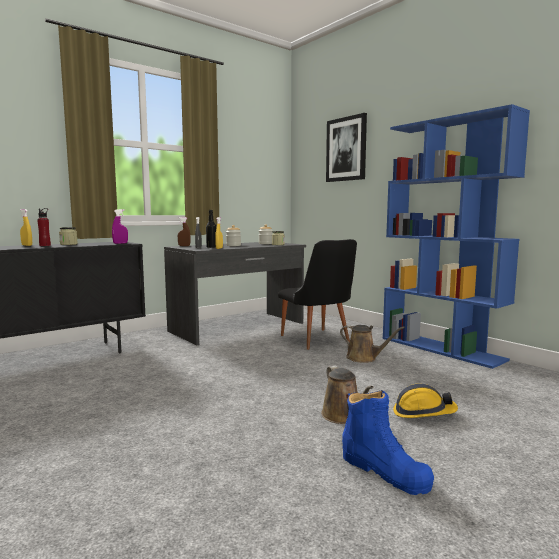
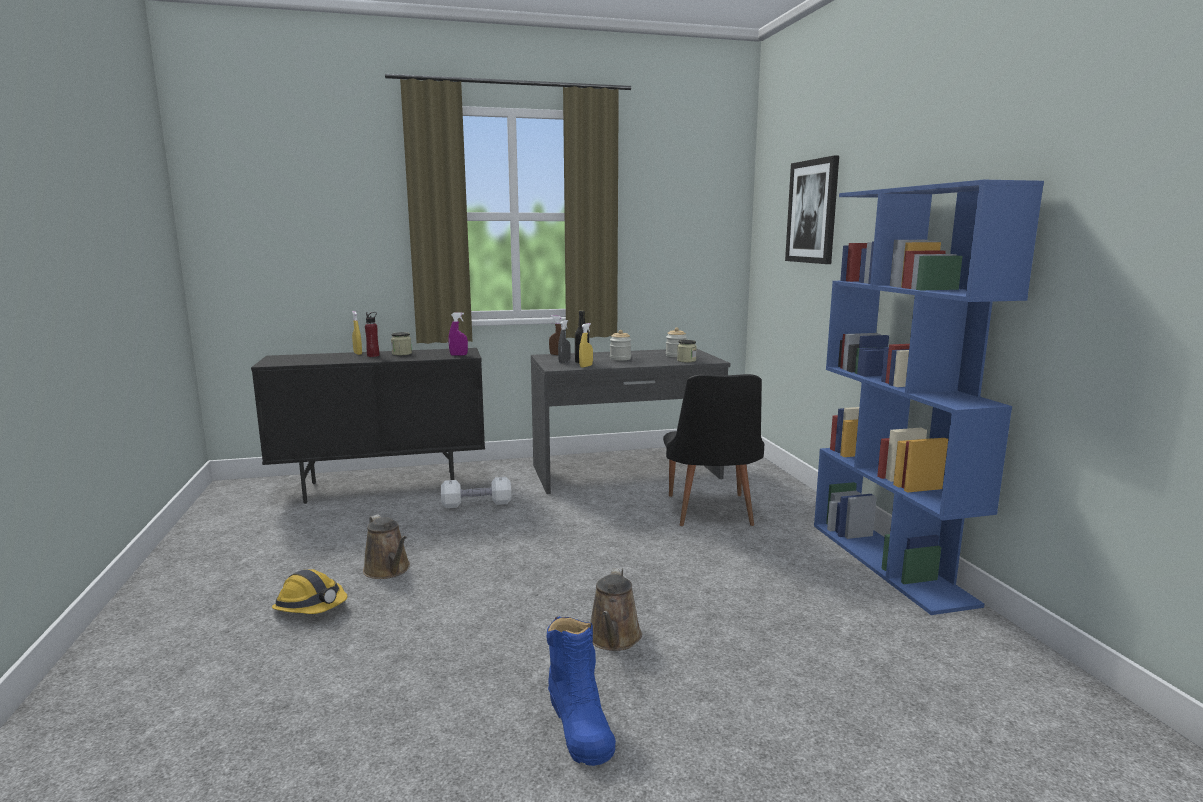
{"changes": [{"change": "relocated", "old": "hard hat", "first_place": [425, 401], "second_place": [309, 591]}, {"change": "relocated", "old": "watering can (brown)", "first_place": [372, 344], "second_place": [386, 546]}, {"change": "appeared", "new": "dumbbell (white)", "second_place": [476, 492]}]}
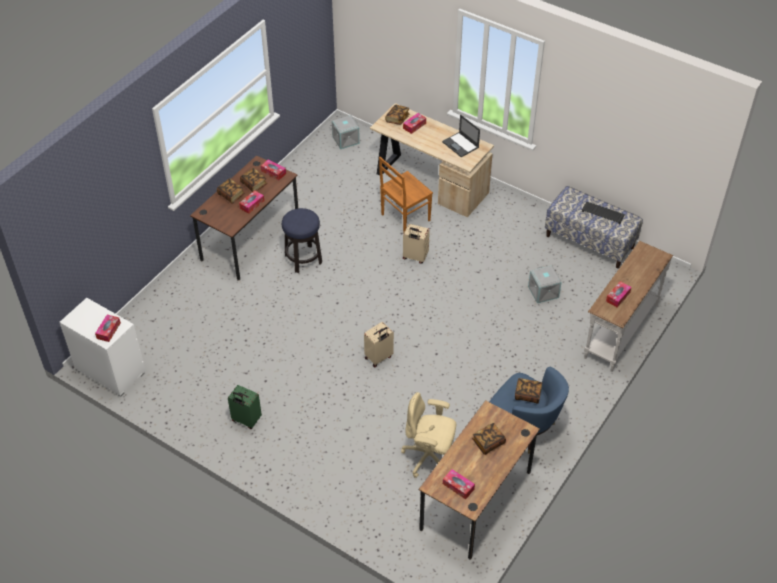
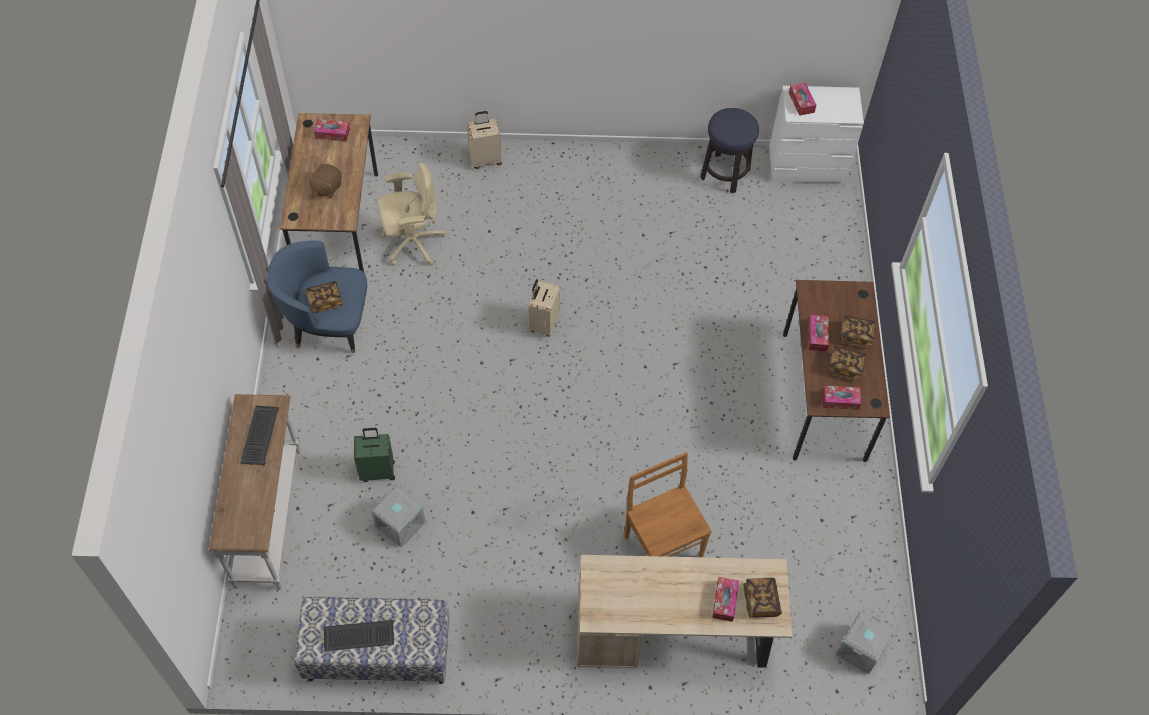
{"changes": [{"change": "exchanged", "old": "tissue box", "new": "keyboard", "first_place": [619, 294], "second_place": [259, 436]}, {"change": "exchanged", "old": "book", "new": "plush toy (brown)", "first_place": [489, 439], "second_place": [324, 181]}, {"change": "relocated", "old": "suitcase (green)", "first_place": [245, 407], "second_place": [374, 455]}, {"change": "relocated", "old": "suitcase (beige)", "first_place": [416, 244], "second_place": [484, 140]}, {"change": "spun", "old": "chair (brown)", "first_place": [406, 195], "second_place": [668, 504], "degrees": -45}, {"change": "relocated", "old": "stool", "first_place": [302, 240], "second_place": [729, 150]}, {"change": "missing", "old": "laptop", "first_place": [461, 136]}]}
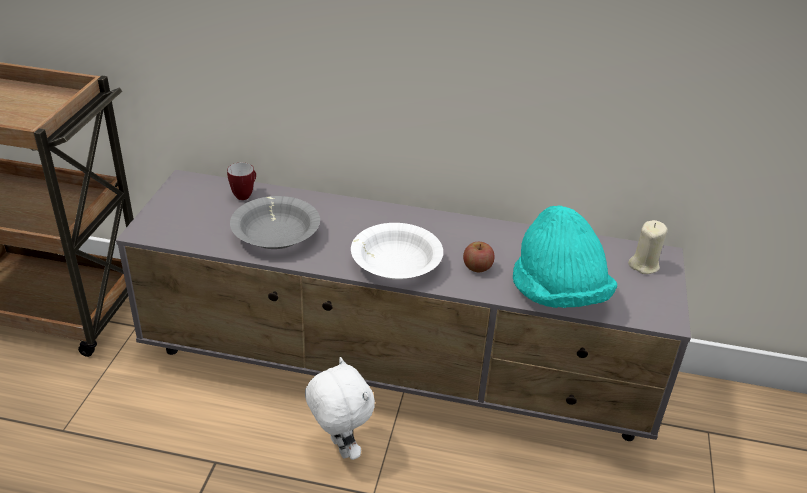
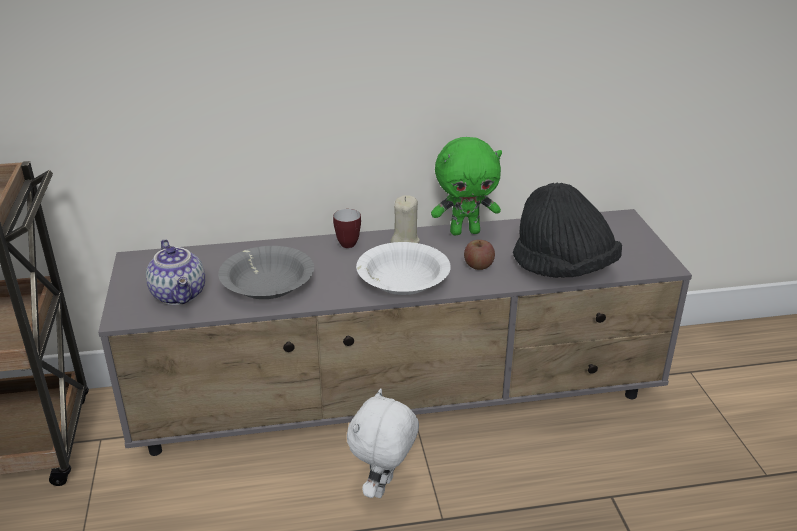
{"changes": [{"change": "appeared", "new": "teapot", "second_place": [175, 272]}, {"change": "relocated", "old": "mug", "first_place": [241, 181], "second_place": [347, 228]}, {"change": "spun", "old": "plush toy (white)", "first_place": [340, 408], "second_place": [383, 443], "degrees": -105}, {"change": "relocated", "old": "candle (beige)", "first_place": [647, 247], "second_place": [405, 219]}, {"change": "appeared", "new": "plush toy (green)", "second_place": [466, 186]}, {"change": "colour", "old": "hat (turquoise)", "new": "hat (black)", "first_place": [565, 256], "second_place": [567, 230]}]}
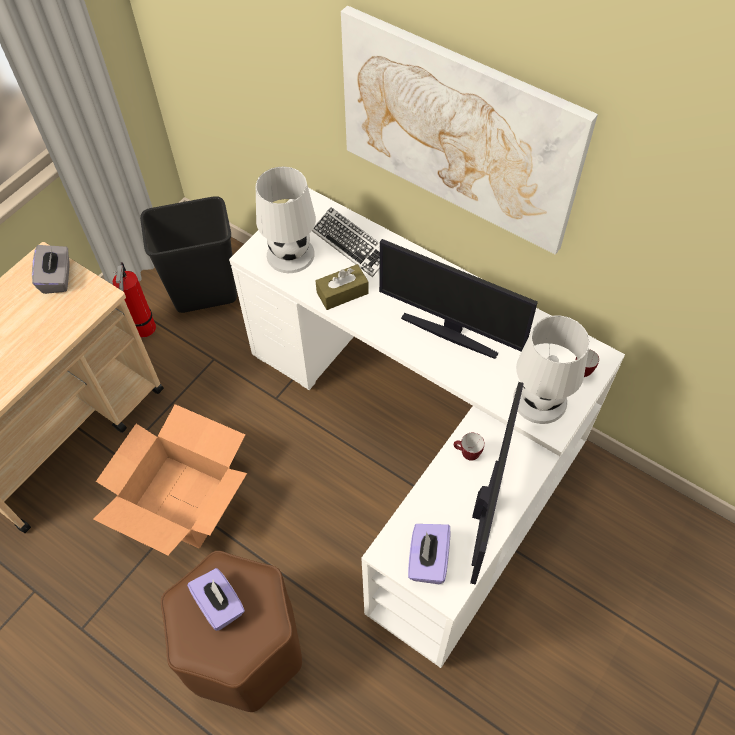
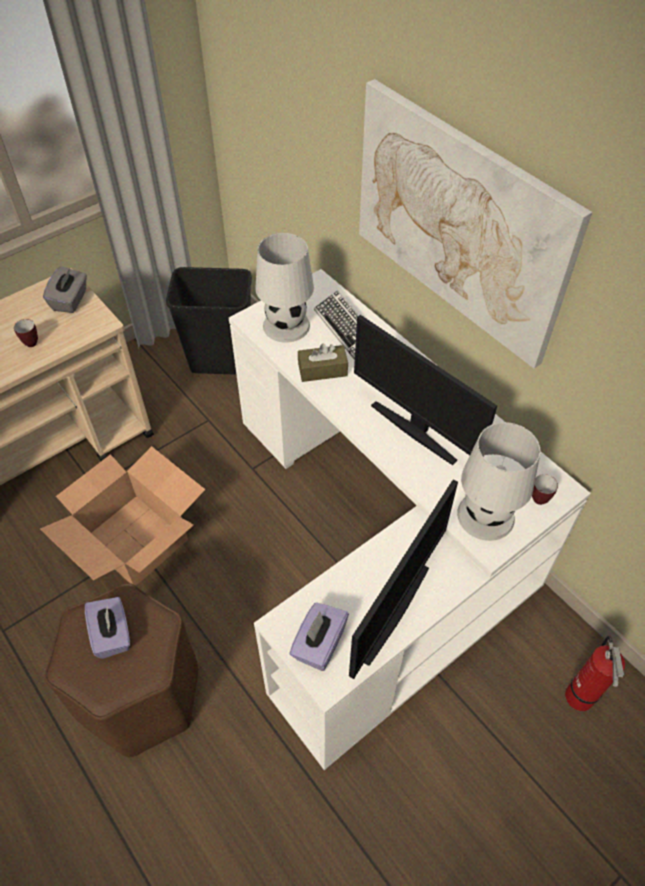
{"changes": [{"change": "relocated", "old": "mug", "first_place": [469, 447], "second_place": [26, 333]}, {"change": "relocated", "old": "fire extinguisher", "first_place": [134, 299], "second_place": [595, 673]}]}
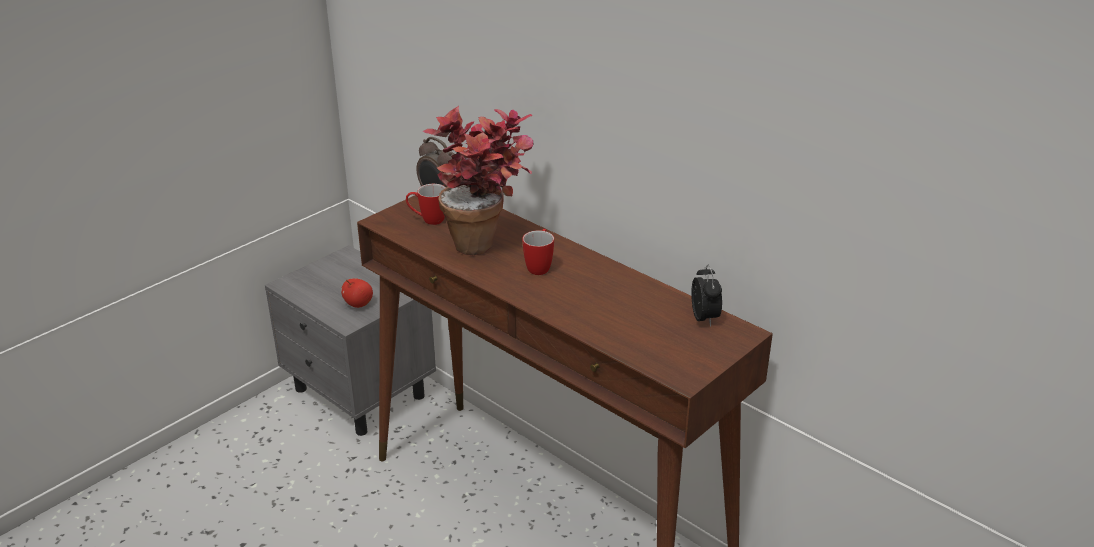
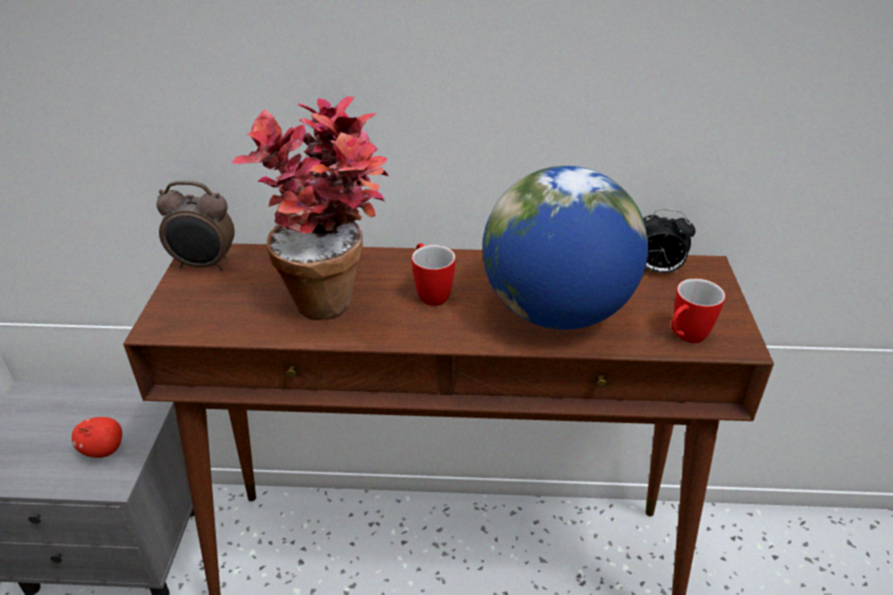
{"changes": [{"change": "appeared", "new": "globe", "second_place": [565, 248]}, {"change": "spun", "old": "alarm clock", "first_place": [706, 295], "second_place": [669, 241], "degrees": 150}, {"change": "relocated", "old": "mug", "first_place": [426, 204], "second_place": [698, 311]}]}
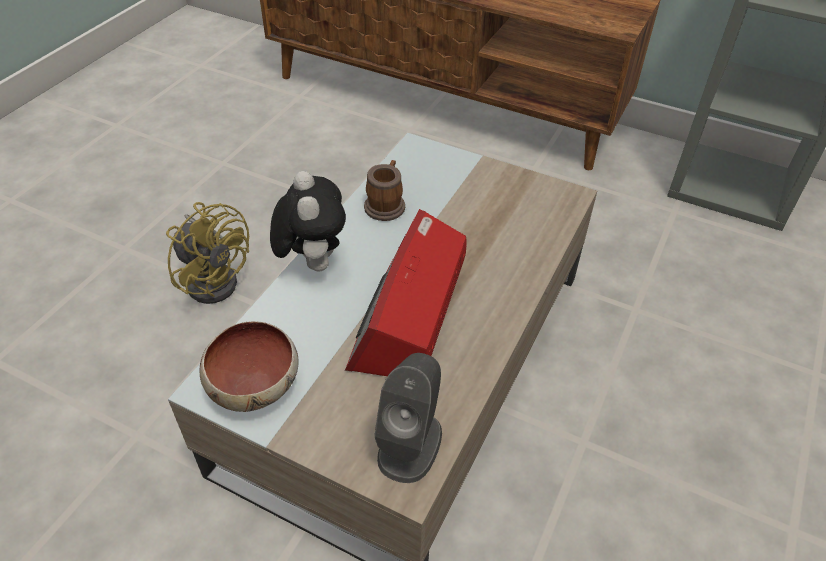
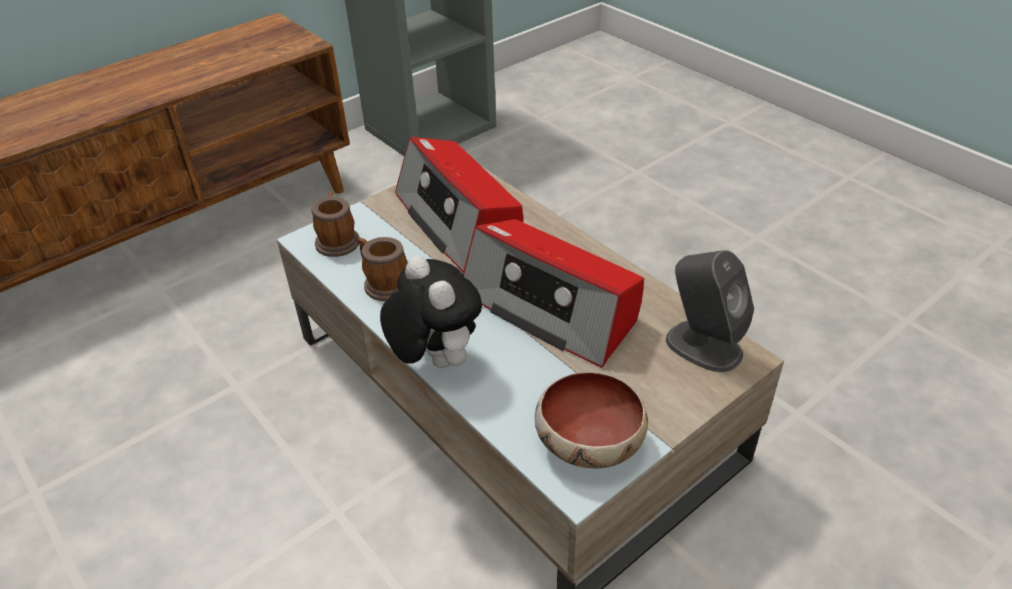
{"changes": [{"change": "appeared", "new": "mug", "second_place": [336, 224]}, {"change": "spun", "old": "plush toy", "first_place": [308, 221], "second_place": [431, 312], "degrees": 45}, {"change": "appeared", "new": "radio", "second_place": [459, 205]}, {"change": "missing", "old": "fan (yellow)", "first_place": [207, 253]}]}
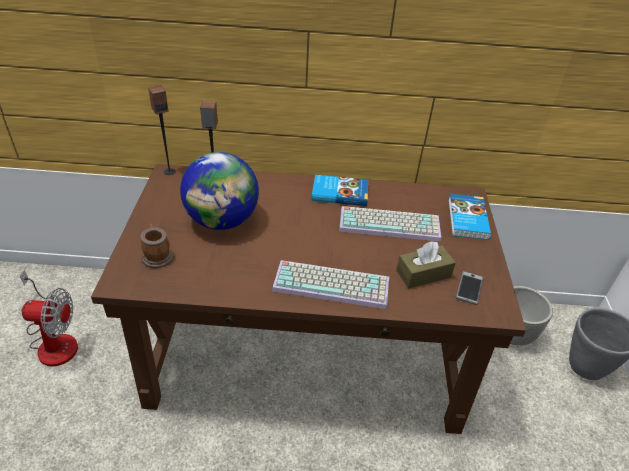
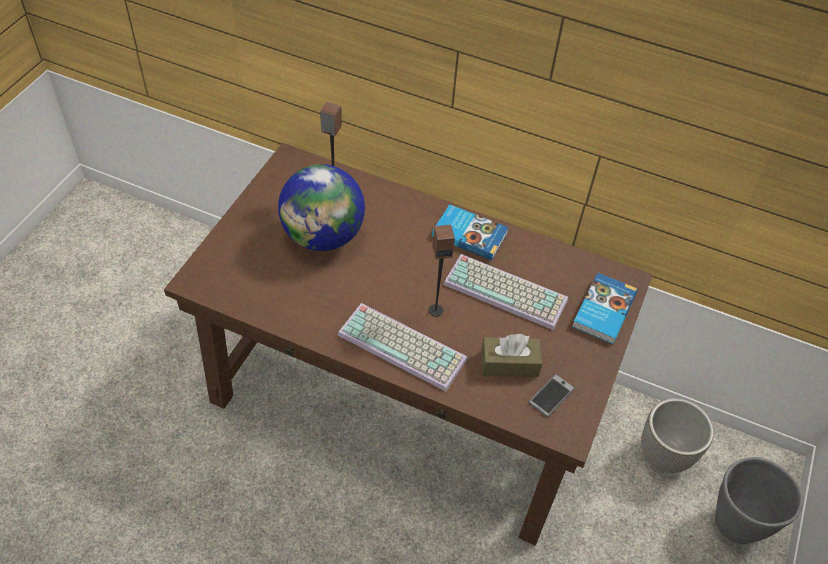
{"changes": [{"change": "relocated", "old": "speaker", "first_place": [162, 130], "second_place": [441, 271]}, {"change": "missing", "old": "fan", "first_place": [49, 318]}, {"change": "missing", "old": "mug", "first_place": [156, 246]}]}
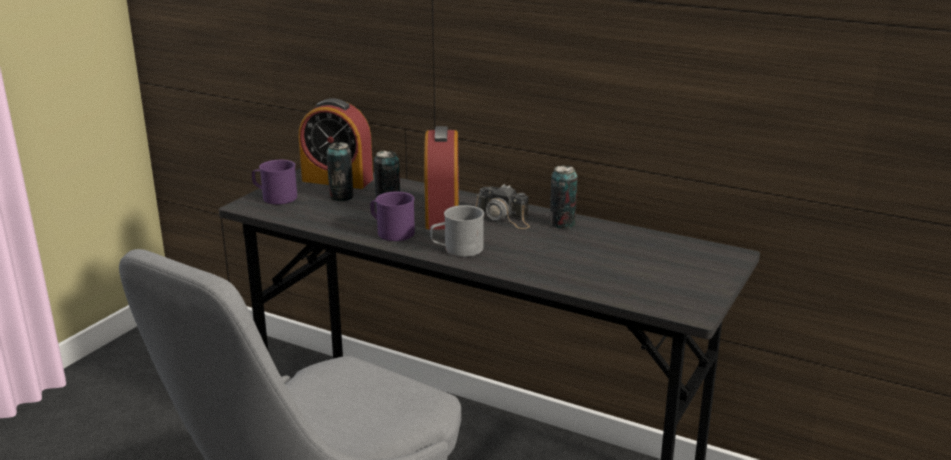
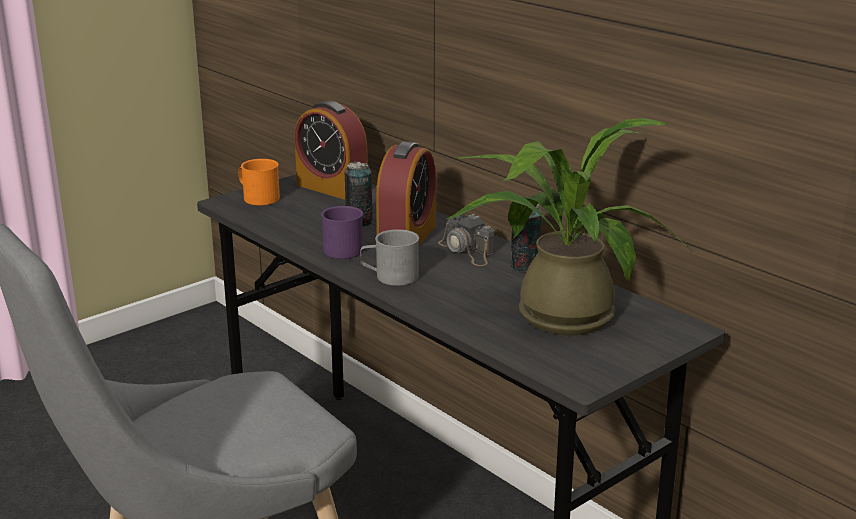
{"changes": [{"change": "colour", "old": "mug (purple)", "new": "mug (orange)", "first_place": [274, 182], "second_place": [259, 182]}, {"change": "appeared", "new": "potted plant", "second_place": [566, 226]}, {"change": "missing", "old": "can", "first_place": [340, 171]}]}
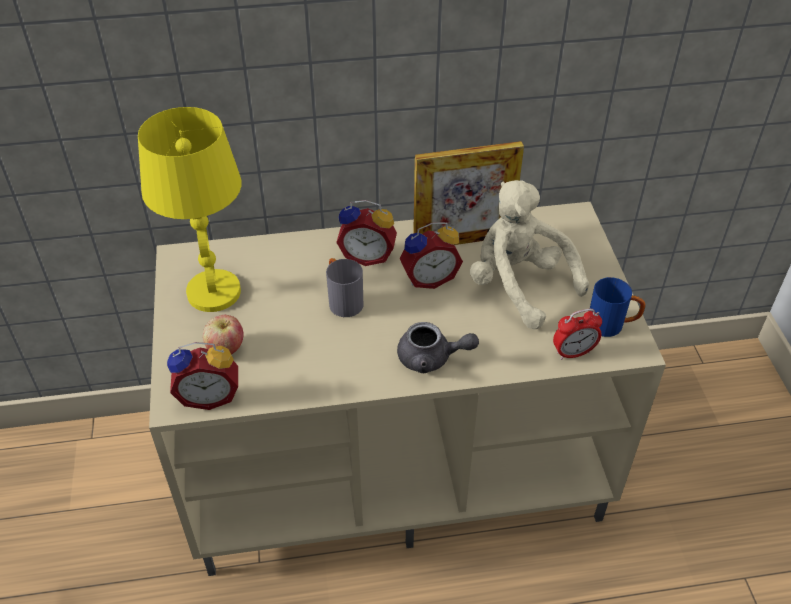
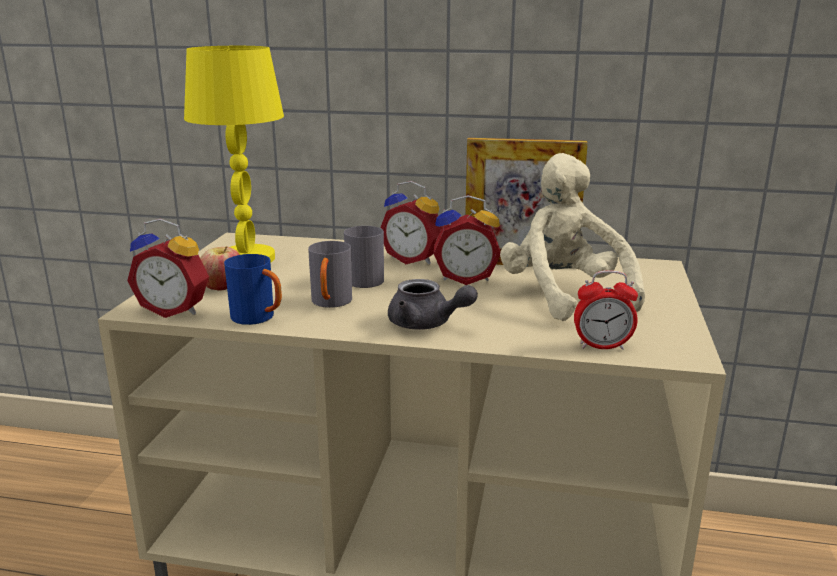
{"changes": [{"change": "relocated", "old": "mug (blue)", "first_place": [618, 307], "second_place": [253, 289]}, {"change": "appeared", "new": "mug (grey)", "second_place": [330, 274]}]}
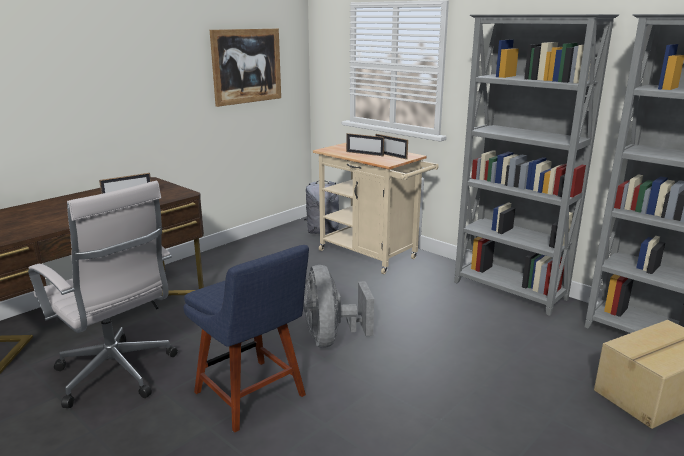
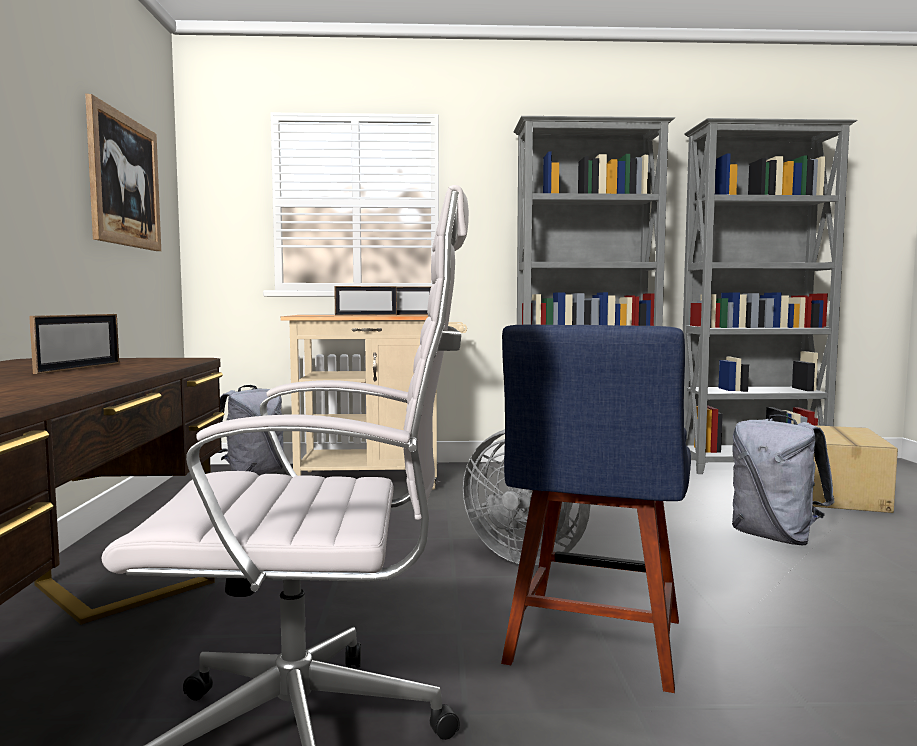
{"changes": [{"change": "spun", "old": "chair (blue)", "first_place": [246, 338], "second_place": [596, 509], "degrees": 105}, {"change": "appeared", "new": "backpack (grey)", "second_place": [783, 480]}]}
